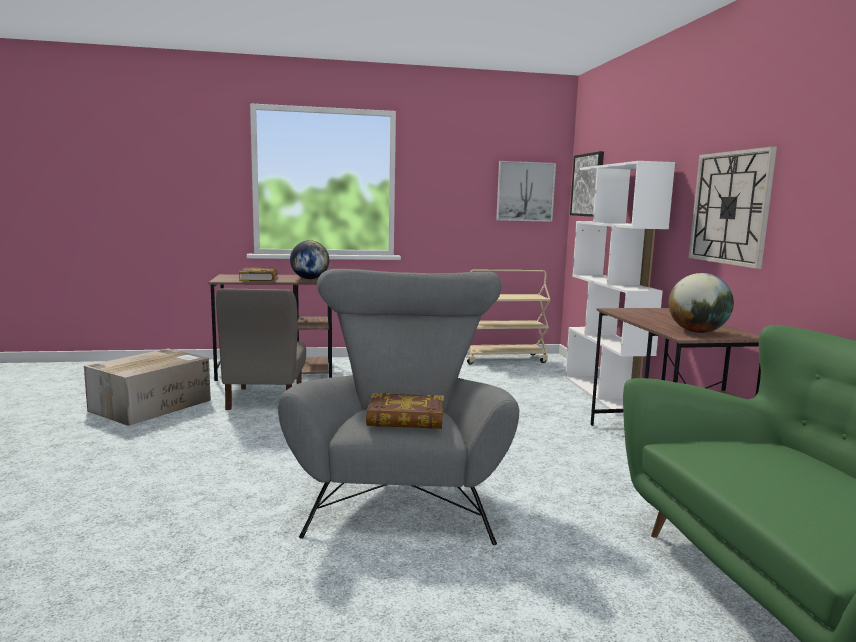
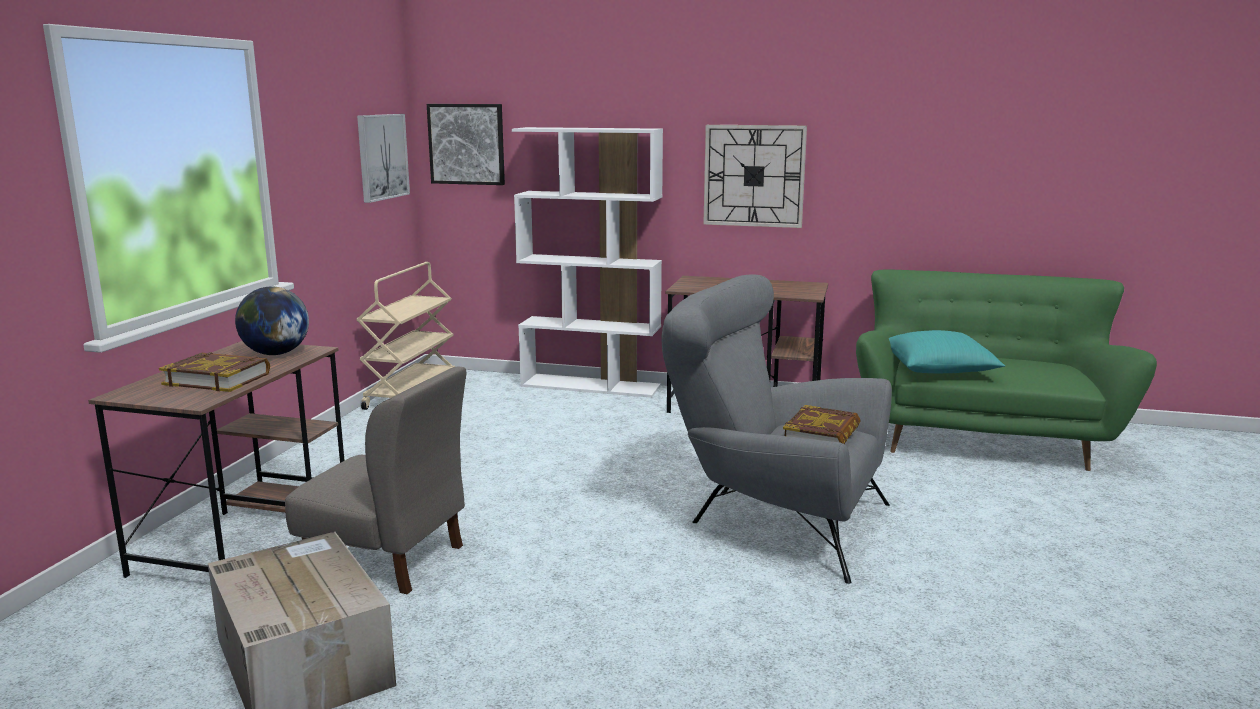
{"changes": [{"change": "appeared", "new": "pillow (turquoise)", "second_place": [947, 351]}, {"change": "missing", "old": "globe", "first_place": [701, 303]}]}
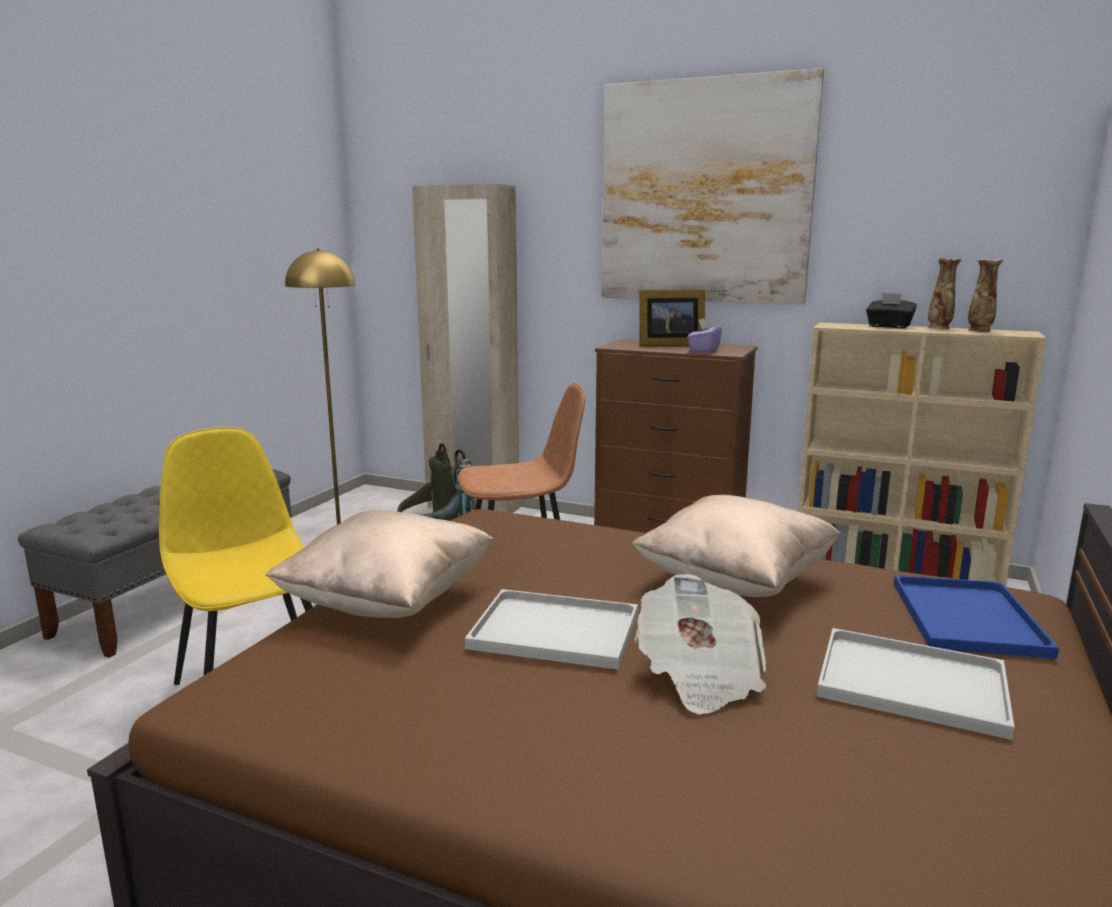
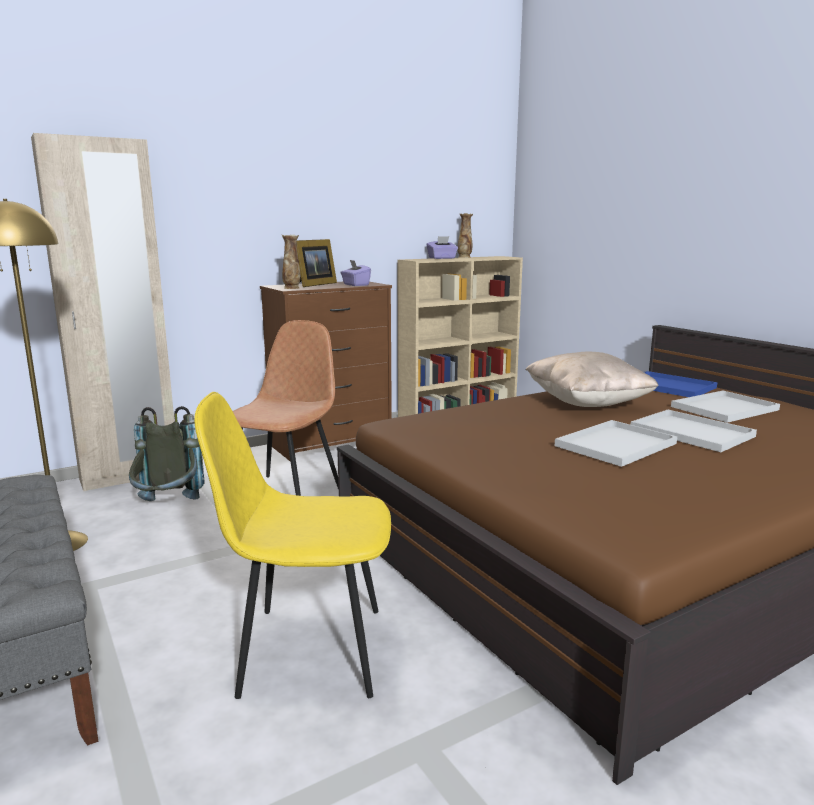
{"changes": [{"change": "relocated", "old": "vase", "first_place": [985, 295], "second_place": [291, 262]}, {"change": "colour", "old": "tissue box (black)", "new": "tissue box (purple)", "first_place": [891, 310], "second_place": [442, 247]}, {"change": "exchanged", "old": "newspaper", "new": "tray (white)", "first_place": [700, 644], "second_place": [694, 431]}, {"change": "missing", "old": "pillow (beige)", "first_place": [379, 564]}, {"change": "missing", "old": "picture", "first_place": [713, 186]}]}
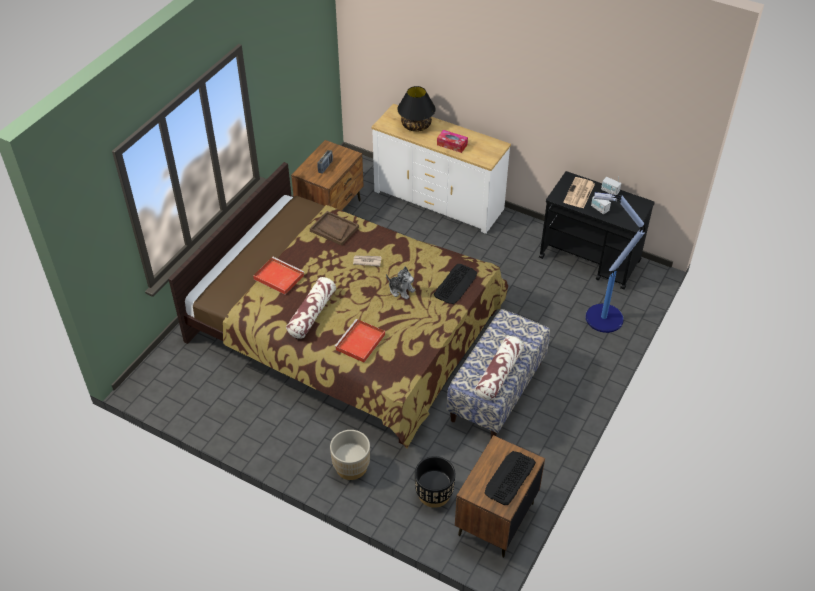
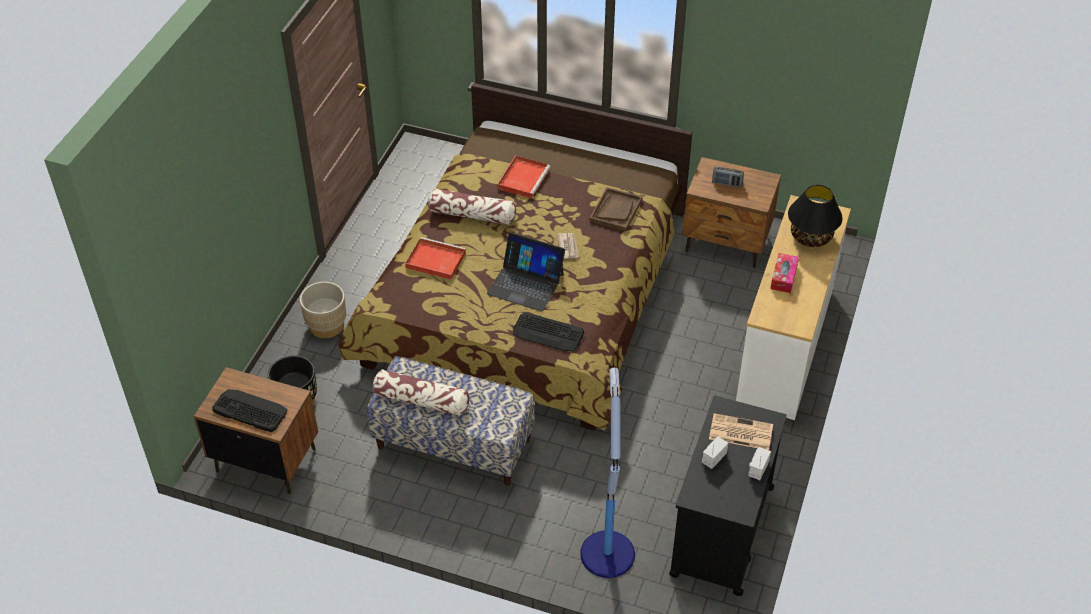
{"changes": [{"change": "exchanged", "old": "plush toy", "new": "laptop", "first_place": [400, 283], "second_place": [526, 272]}]}
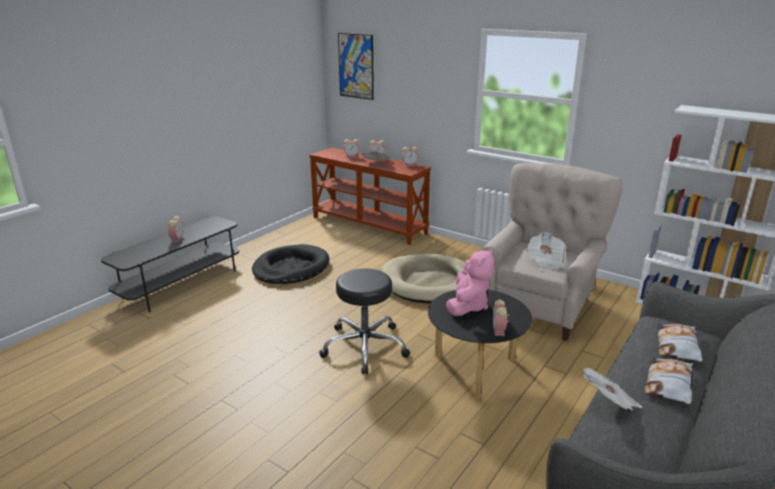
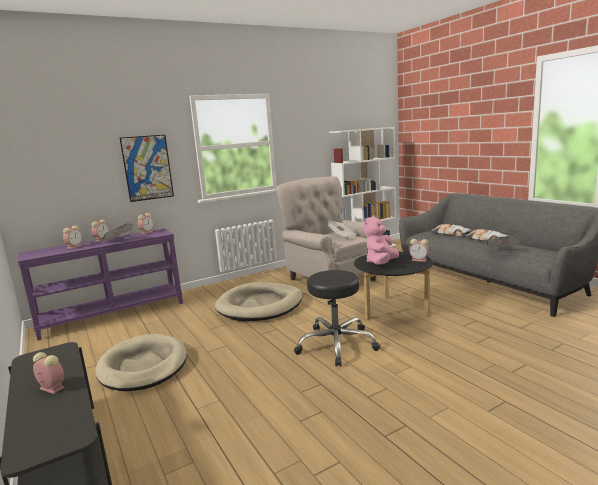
{"changes": [{"change": "colour", "old": "console table (brown)", "new": "console table (purple)", "first_place": [370, 196], "second_place": [100, 284]}, {"change": "colour", "old": "dog bed (black)", "new": "dog bed (beige)", "first_place": [290, 264], "second_place": [141, 362]}, {"change": "relocated", "old": "picture", "first_place": [356, 66], "second_place": [147, 168]}, {"change": "spun", "old": "plush toy (pink)", "first_place": [470, 282], "second_place": [381, 240], "degrees": -105}]}
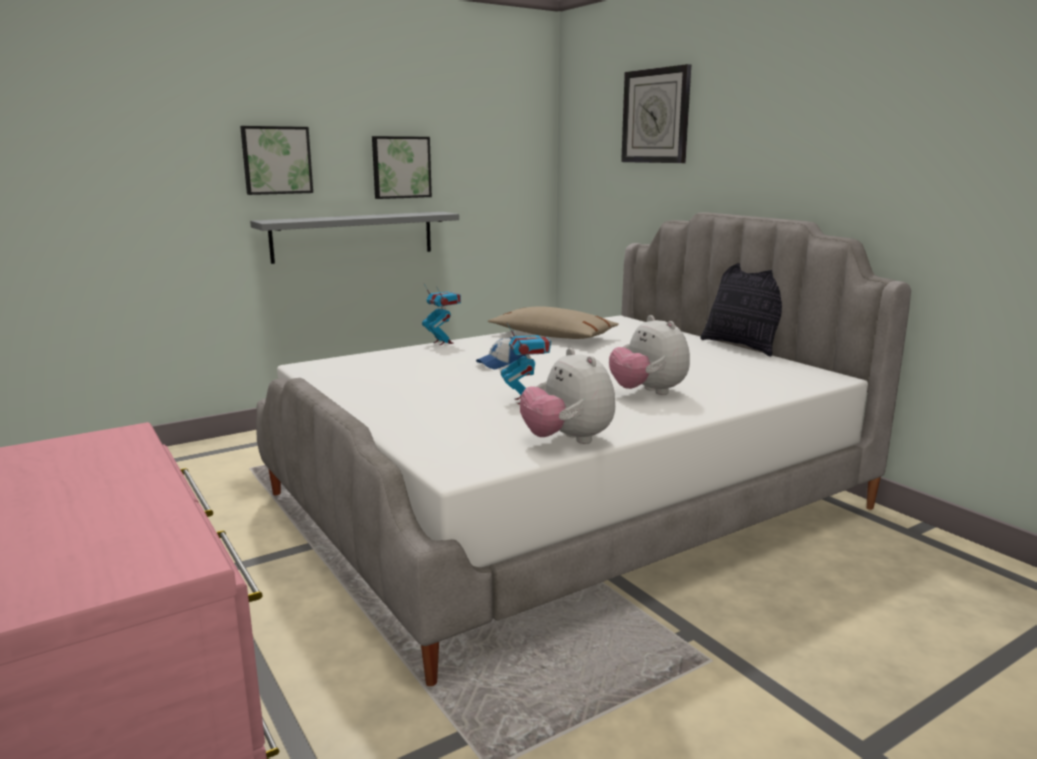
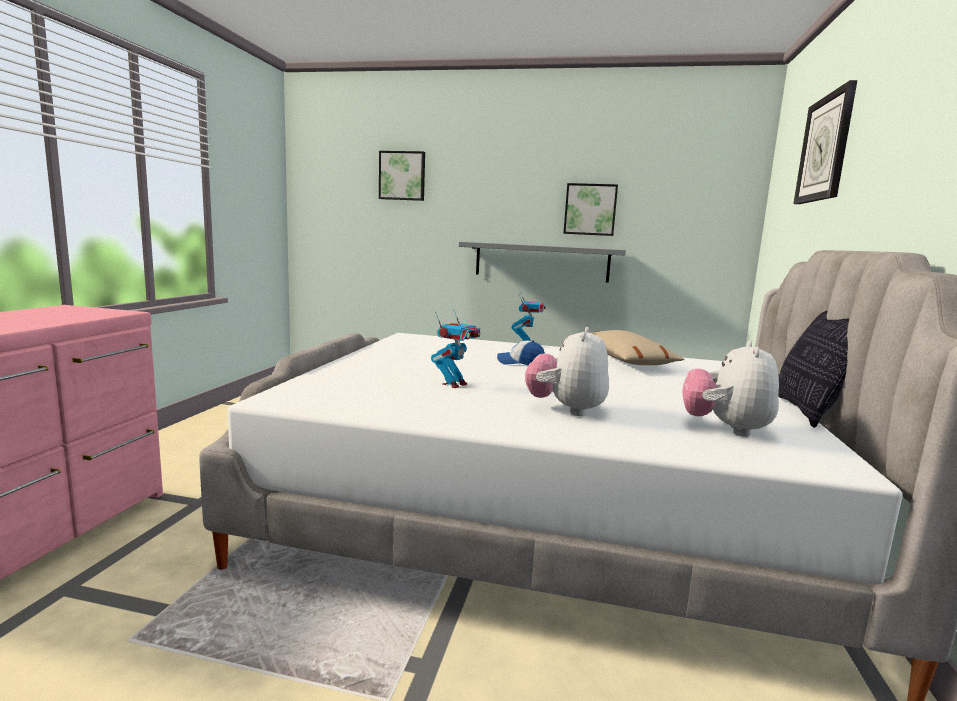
{"changes": [{"change": "relocated", "old": "picture", "first_place": [276, 160], "second_place": [402, 176]}, {"change": "relocated", "old": "plush toy", "first_place": [567, 396], "second_place": [730, 389]}]}
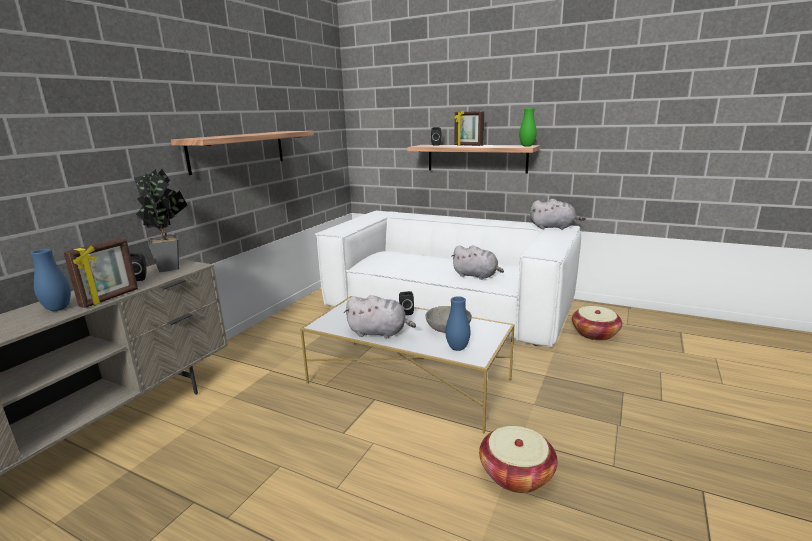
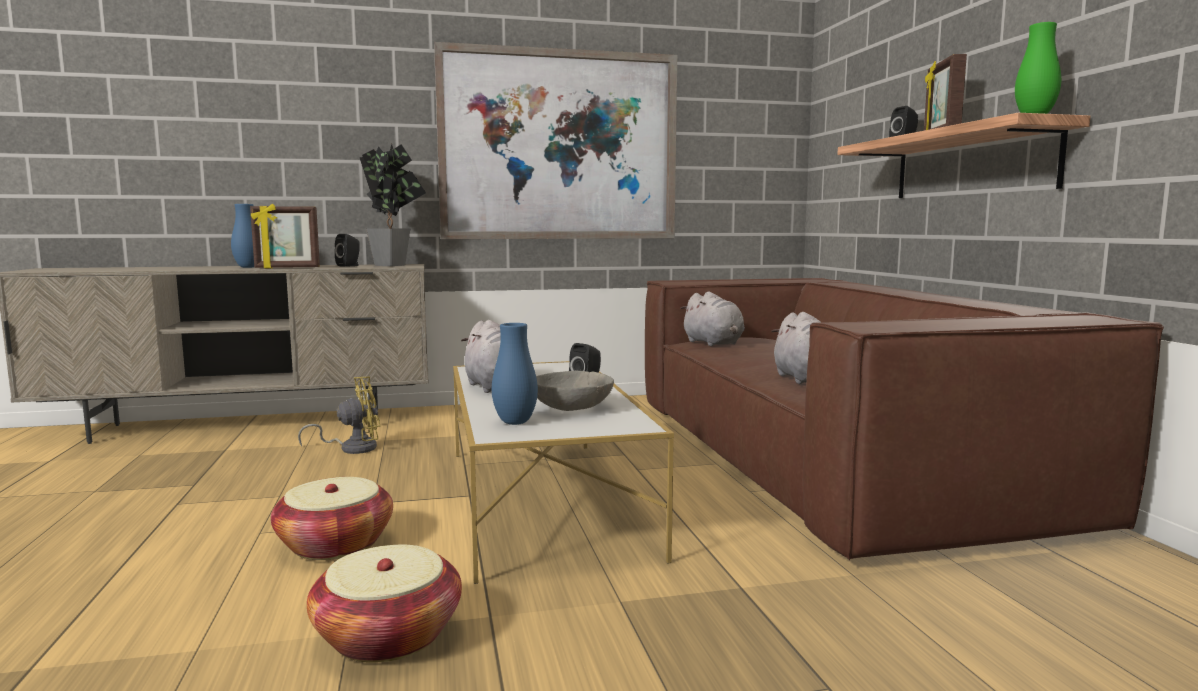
{"changes": [{"change": "relocated", "old": "basket", "first_place": [597, 323], "second_place": [332, 518]}, {"change": "appeared", "new": "fan (yellow)", "second_place": [339, 415]}, {"change": "exchanged", "old": "shelf", "new": "picture", "first_place": [242, 153], "second_place": [555, 140]}, {"change": "colour", "old": "sofa (white)", "new": "sofa (brown)", "first_place": [448, 278], "second_place": [904, 419]}, {"change": "relocated", "old": "plush toy (grey)", "first_place": [558, 214], "second_place": [712, 318]}]}
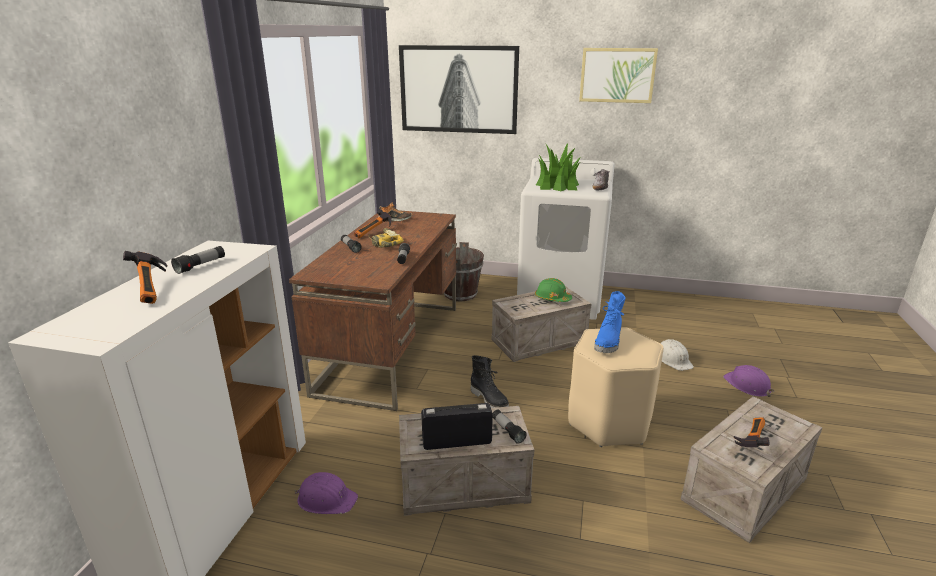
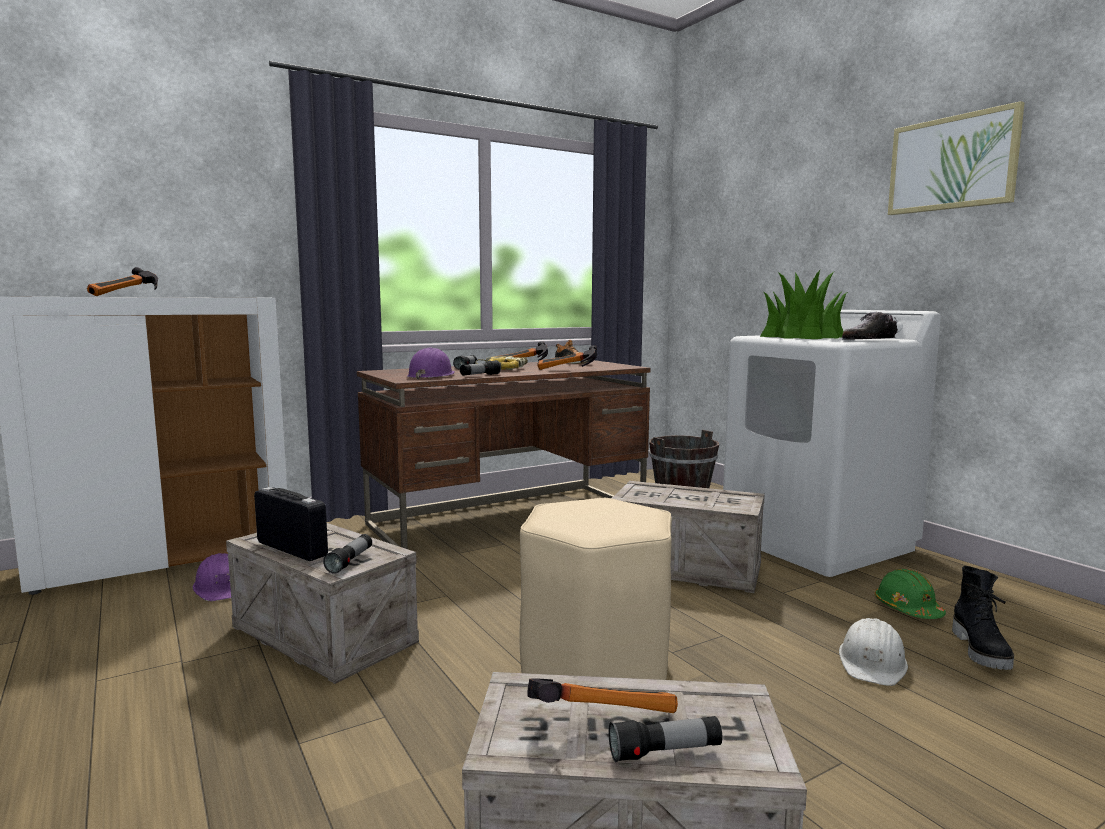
{"changes": [{"change": "relocated", "old": "hard hat (purple)", "first_place": [748, 381], "second_place": [431, 363]}, {"change": "appeared", "new": "hammer", "second_place": [567, 357]}, {"change": "relocated", "old": "flashlight", "first_place": [198, 260], "second_place": [665, 739]}, {"change": "relocated", "old": "hard hat (green)", "first_place": [553, 290], "second_place": [910, 594]}, {"change": "relocated", "old": "boot (black)", "first_place": [490, 381], "second_place": [983, 618]}, {"change": "missing", "old": "picture", "first_place": [459, 89]}, {"change": "missing", "old": "boot (blue)", "first_place": [610, 322]}]}
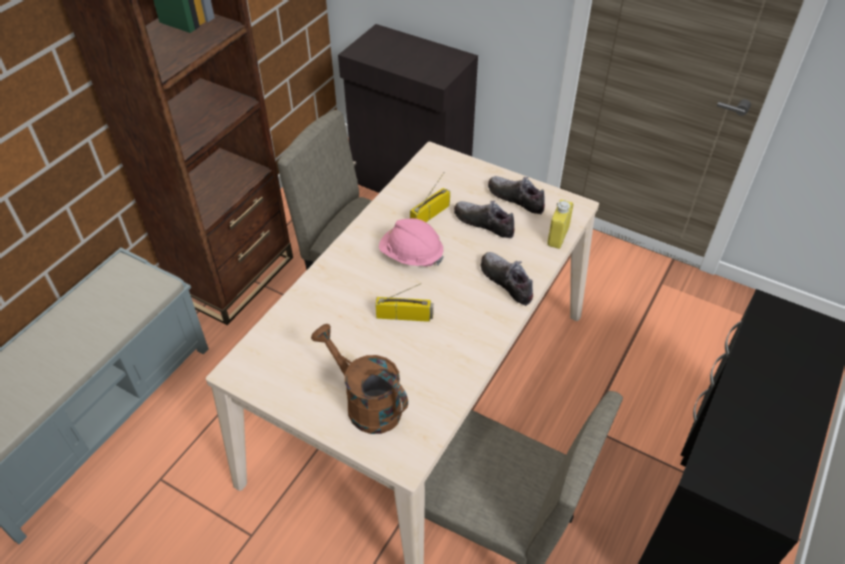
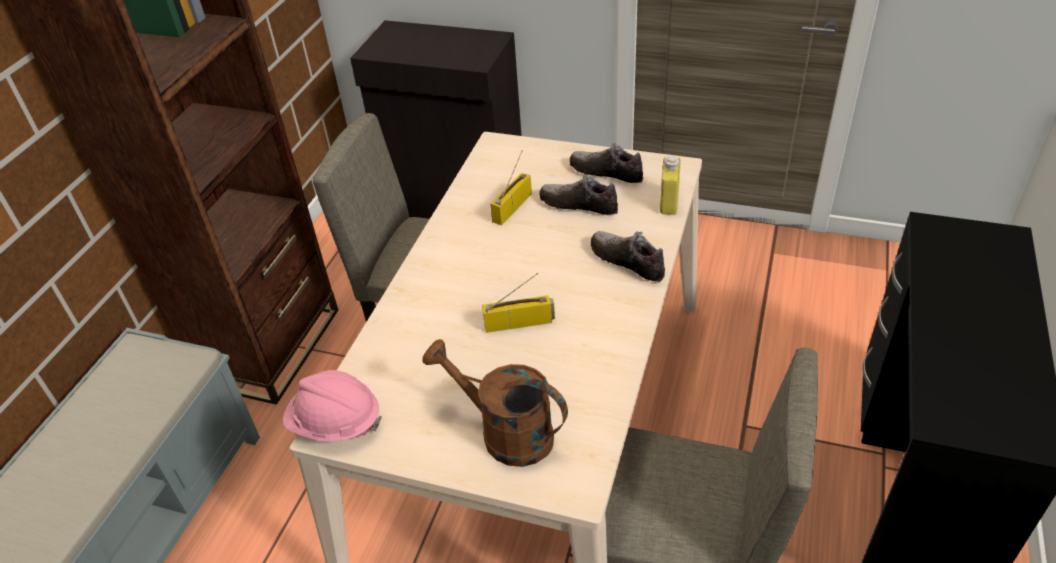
{"changes": [{"change": "relocated", "old": "hard hat (pink)", "first_place": [411, 242], "second_place": [332, 406]}]}
